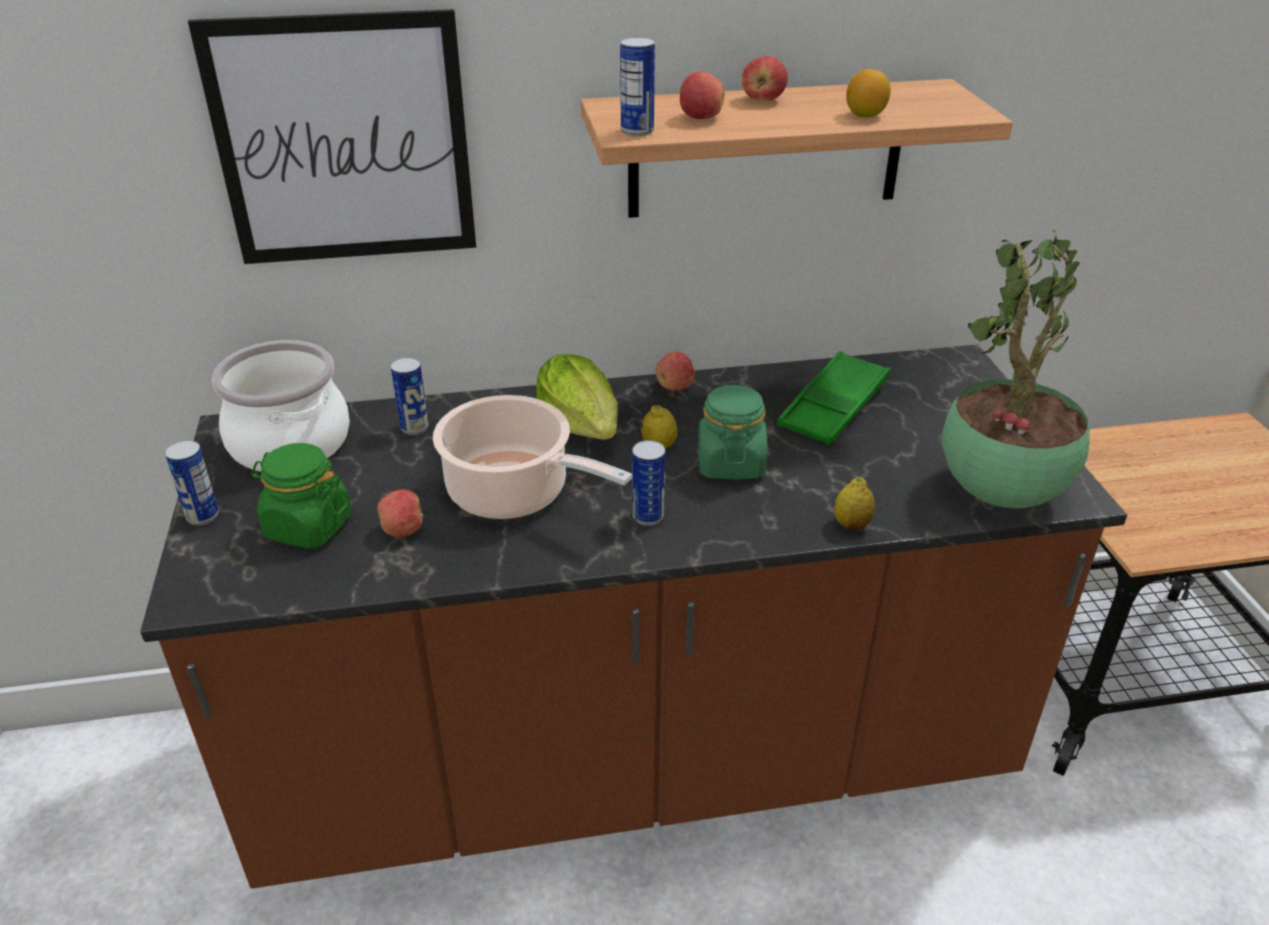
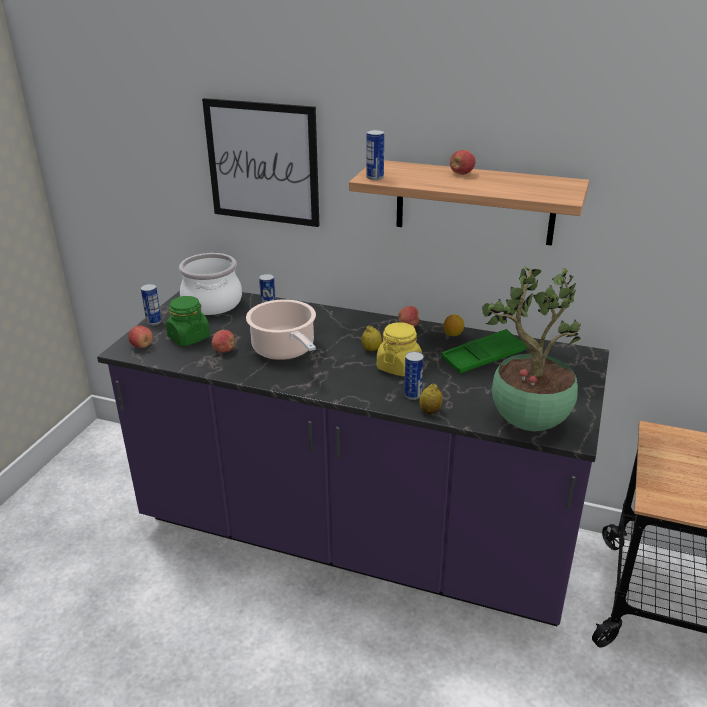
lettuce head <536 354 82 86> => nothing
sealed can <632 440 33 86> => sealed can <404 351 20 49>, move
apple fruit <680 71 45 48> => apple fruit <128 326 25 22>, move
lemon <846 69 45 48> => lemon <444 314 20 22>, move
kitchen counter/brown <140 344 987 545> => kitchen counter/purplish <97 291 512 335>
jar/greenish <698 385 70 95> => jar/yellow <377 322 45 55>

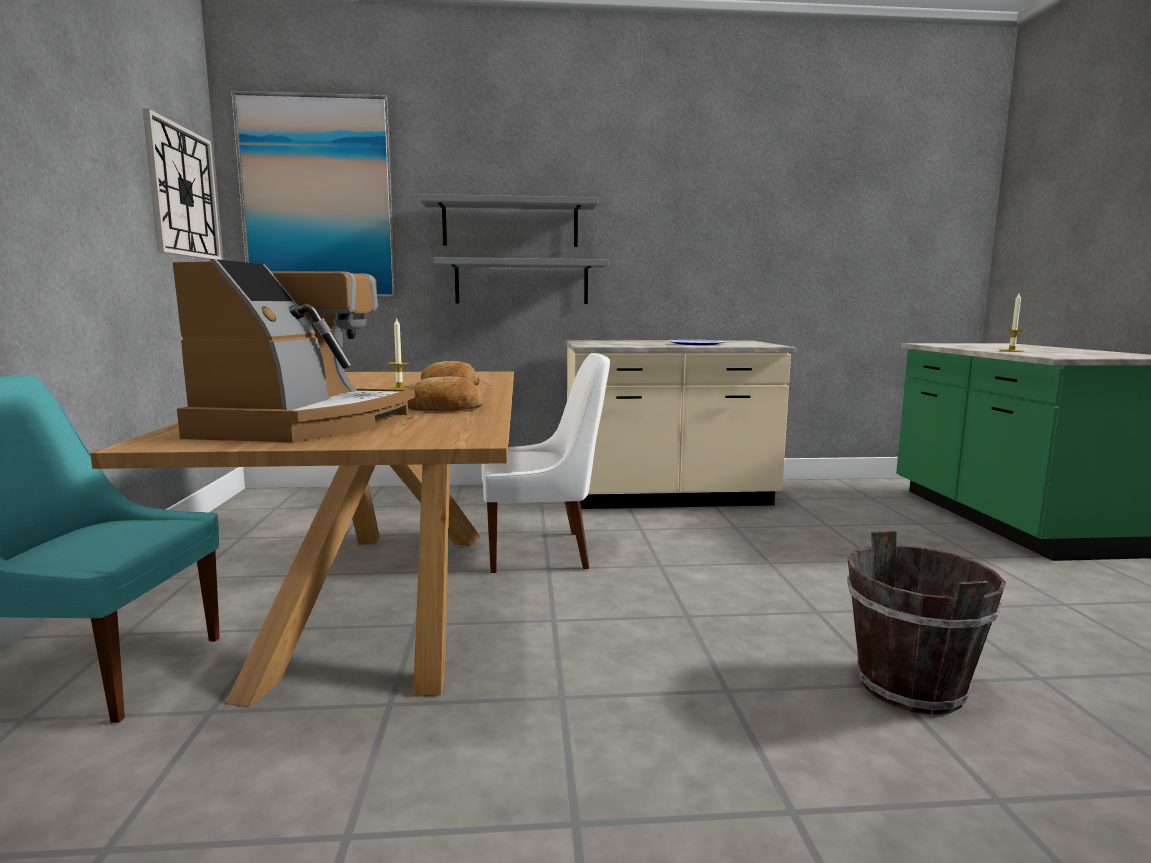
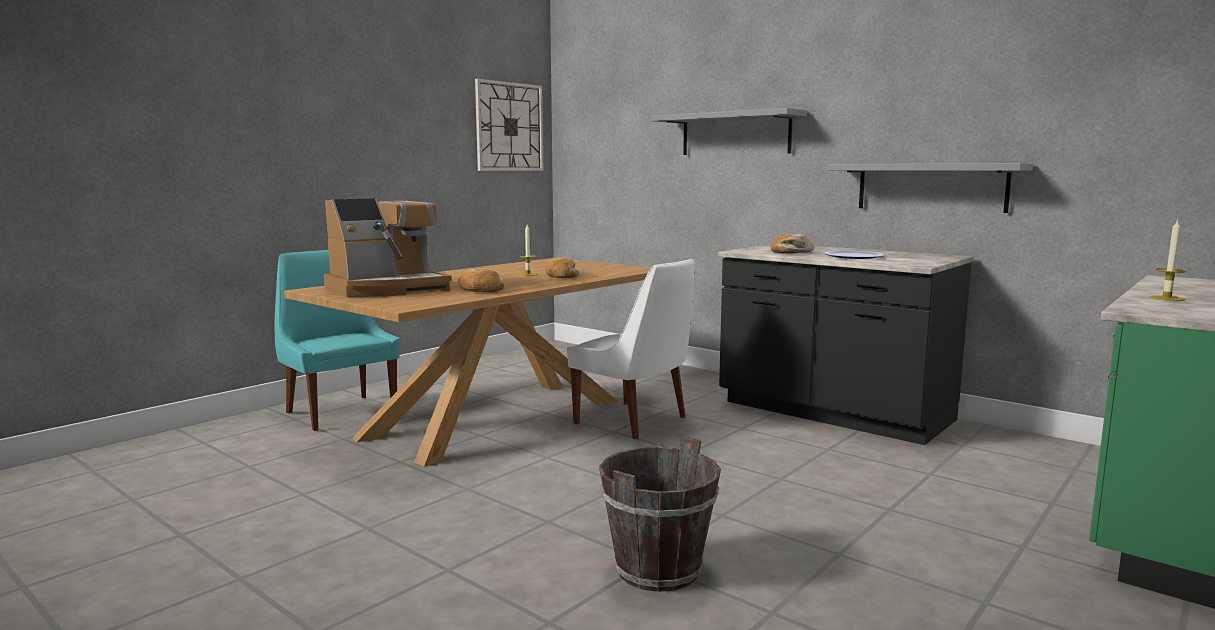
wall art <232 91 165 207> => nothing
nothing => bakery bread <770 234 45 19>
wall shelf/grey <433 257 176 47> => wall shelf/grey <828 163 205 50>, move
kitchen counter/sand-coloured <566 340 230 169> => kitchen counter/blackish <718 244 256 201>

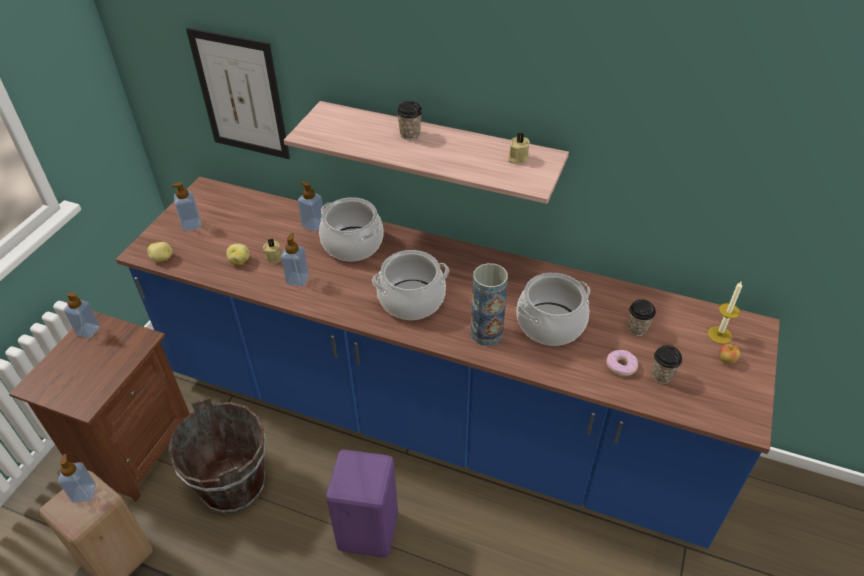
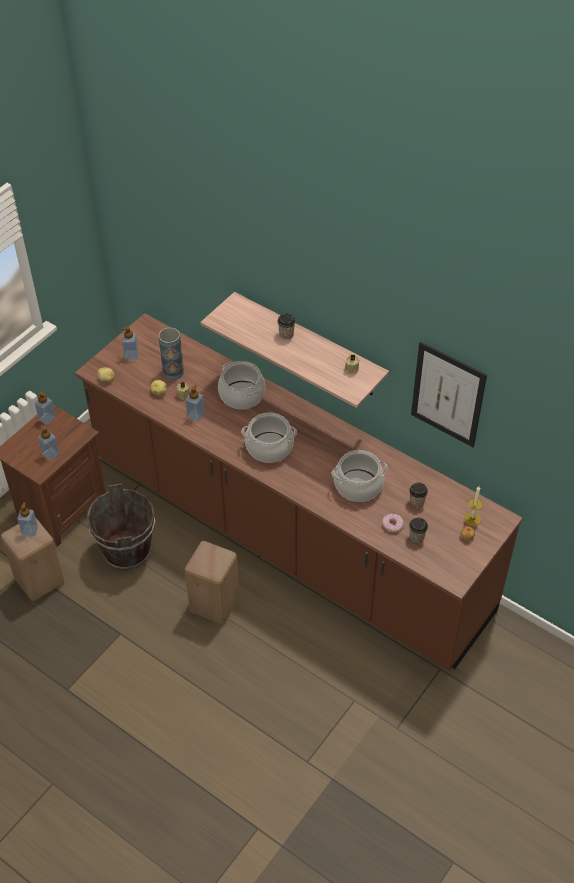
wall art <186 27 104 132> => wall art <411 342 76 105>, move
liquid soap bottle <298 181 25 51> => liquid soap bottle <38 425 21 35>, move
flower vase <471 263 37 83> => flower vase <159 328 25 52>, move
kitchen counter/blue <116 177 664 372> => kitchen counter/brown <75 313 448 358>
sitting stool/purplish <326 449 72 109> => sitting stool/sand-coloured <185 541 54 83>

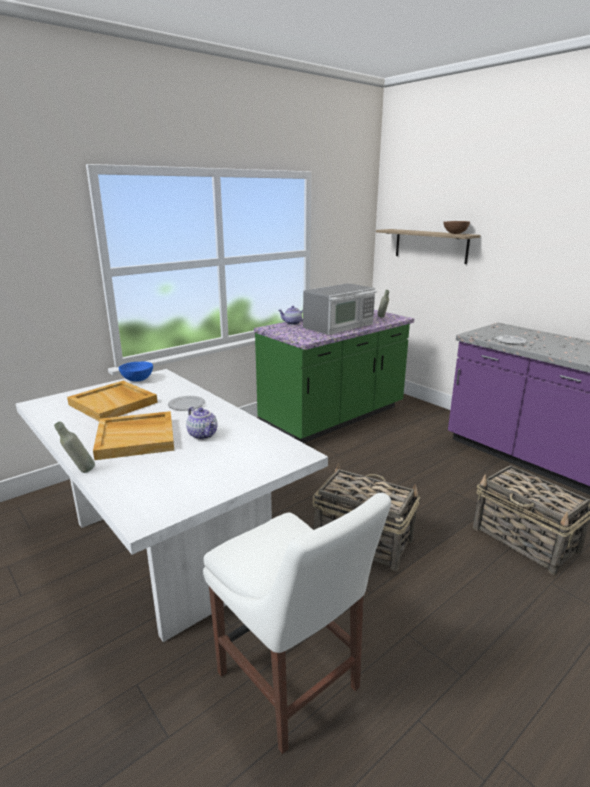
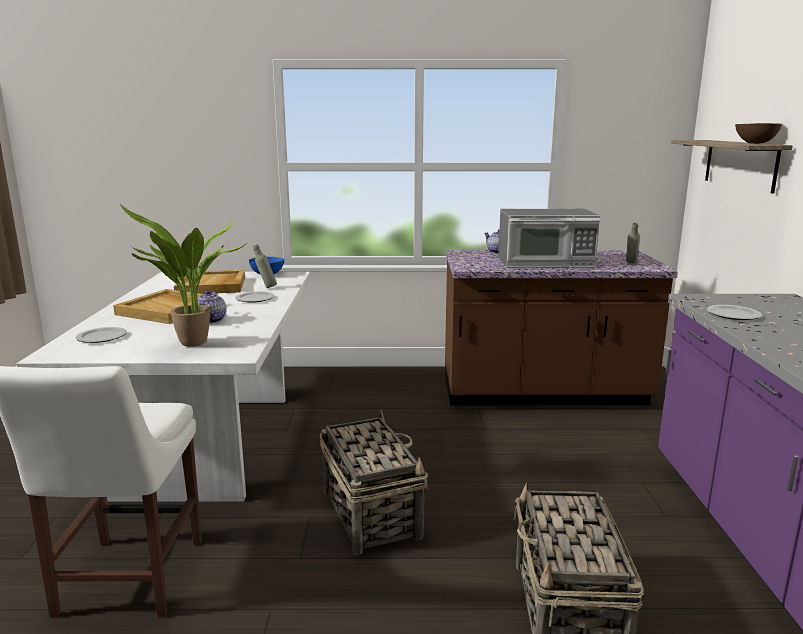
nothing => flat dish <75 327 52 16>
nothing => houseplant <120 204 128 143>
beverage bottle/grey <54 421 41 52> => beverage bottle/grey <253 244 24 44>, move
kitchen counter/greenish <254 310 160 133> => kitchen counter/brown <445 250 233 155>

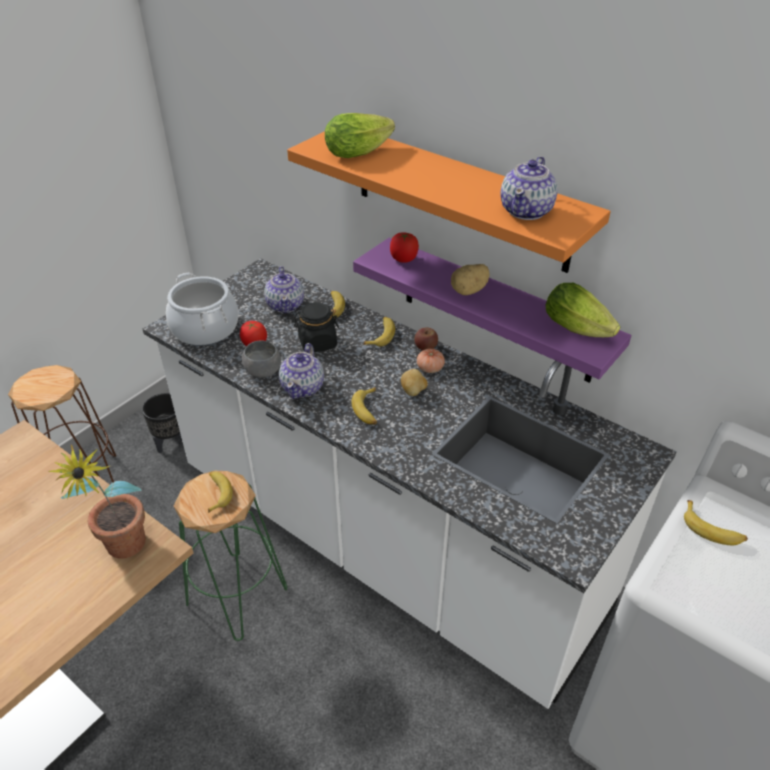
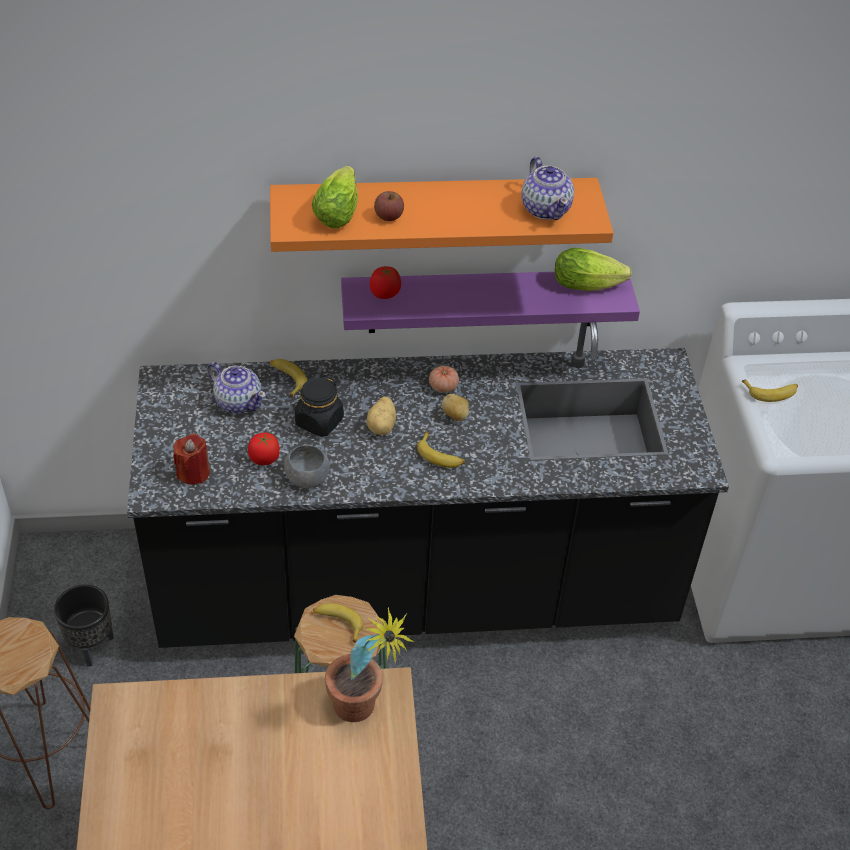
pot for tea <279 343 45 56> => nothing
whole banana <363 317 32 29> => nothing
apple fruit <414 327 24 23> => apple fruit <374 191 30 30>, move
potato <451 264 39 31> => potato <367 396 29 39>, move
saucepot <166 272 73 74> => wax candle/red-coloured <173 434 37 51>
kitchen counter/white <143 258 533 451> => kitchen counter/blackish <127 322 602 326>

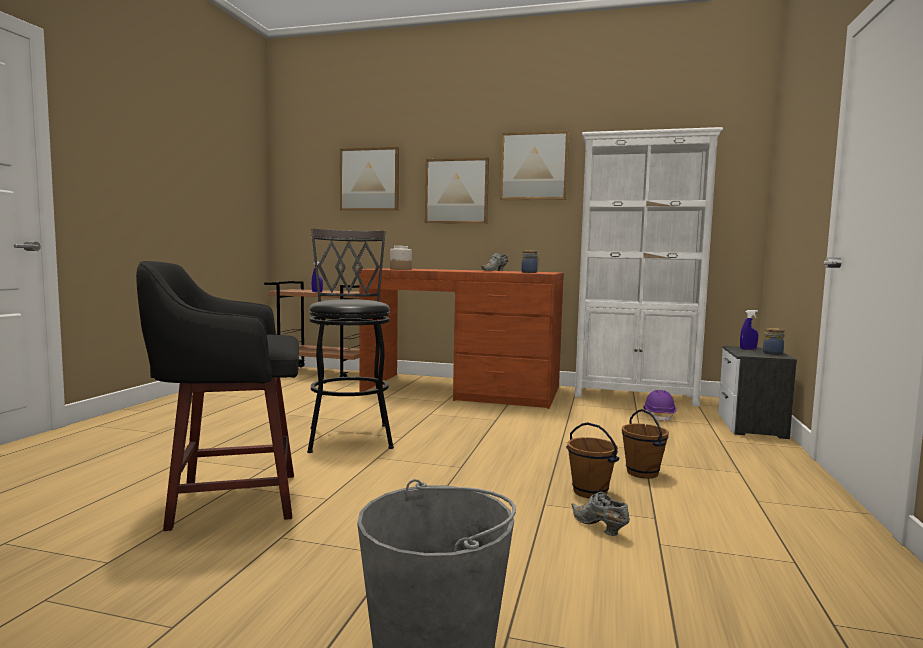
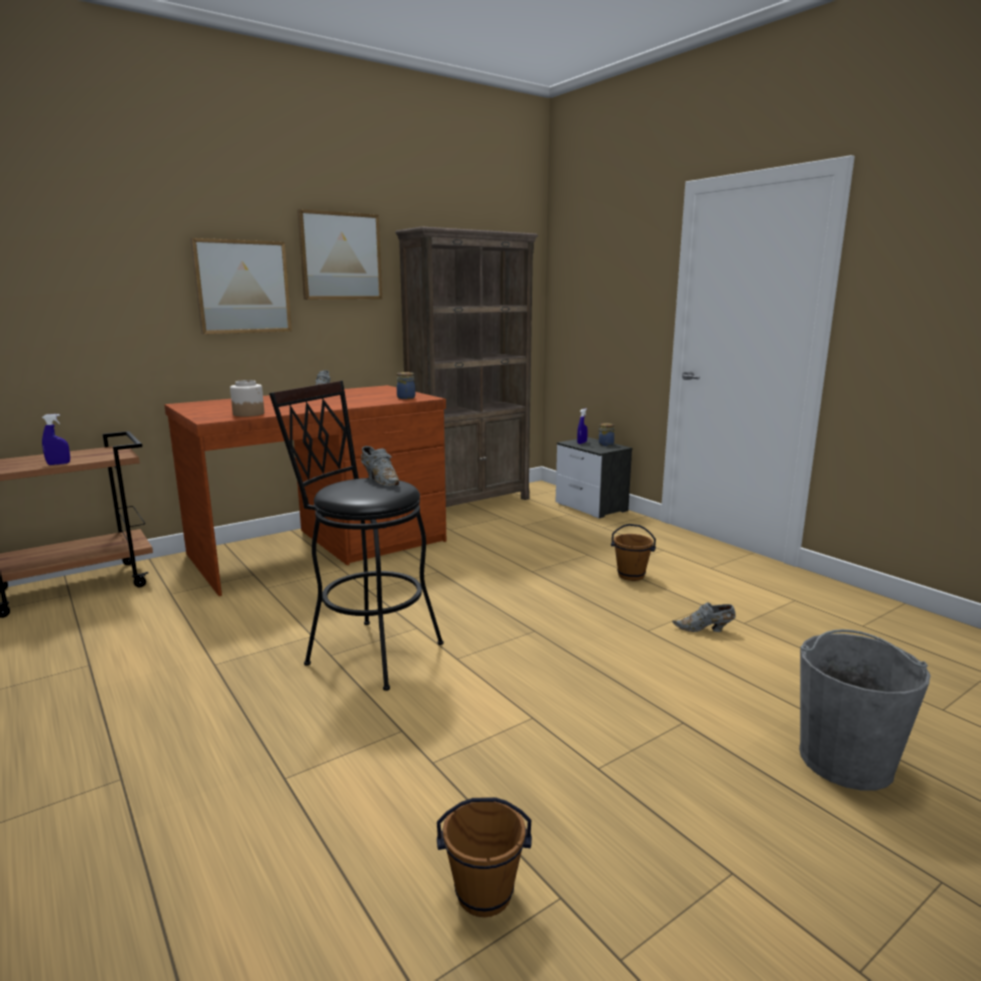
sitting stool/blackish <136 261 163 270> => nothing
wall art <340 147 59 64> => nothing
hard hat/purplish <643 390 34 32> => nothing
nothing => low shoe/grey <361 446 38 41>
water bucket/brown <566 422 53 76> => water bucket/brown <437 797 95 120>, move
shelving unit/white <575 127 148 280> => shelving unit/brown <395 226 143 281>

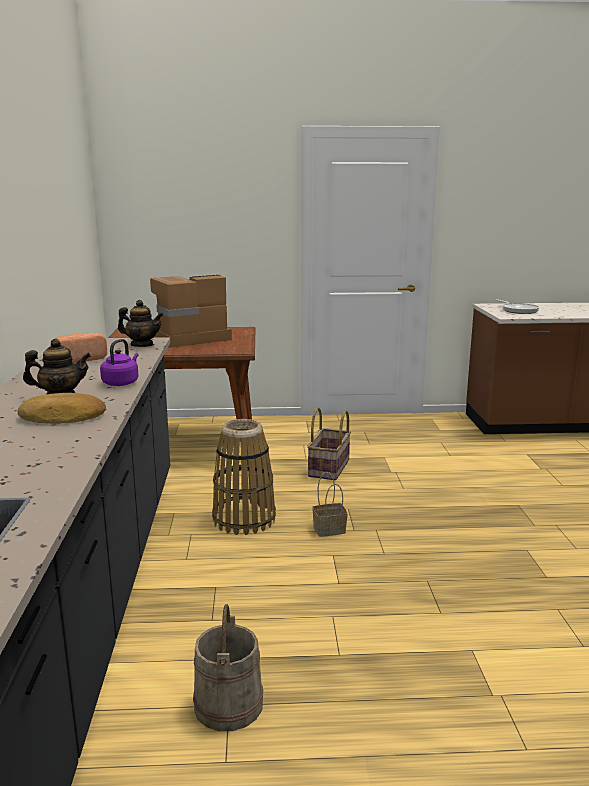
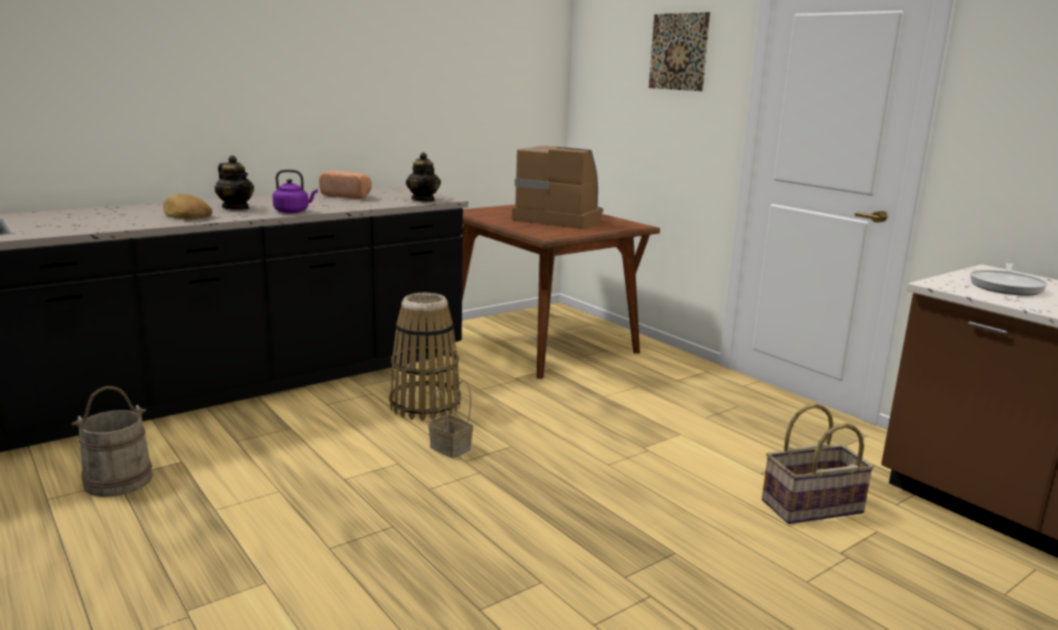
nothing => wall art <649 12 61 79>
household basket <307 407 44 73> => household basket <762 403 112 121>, move

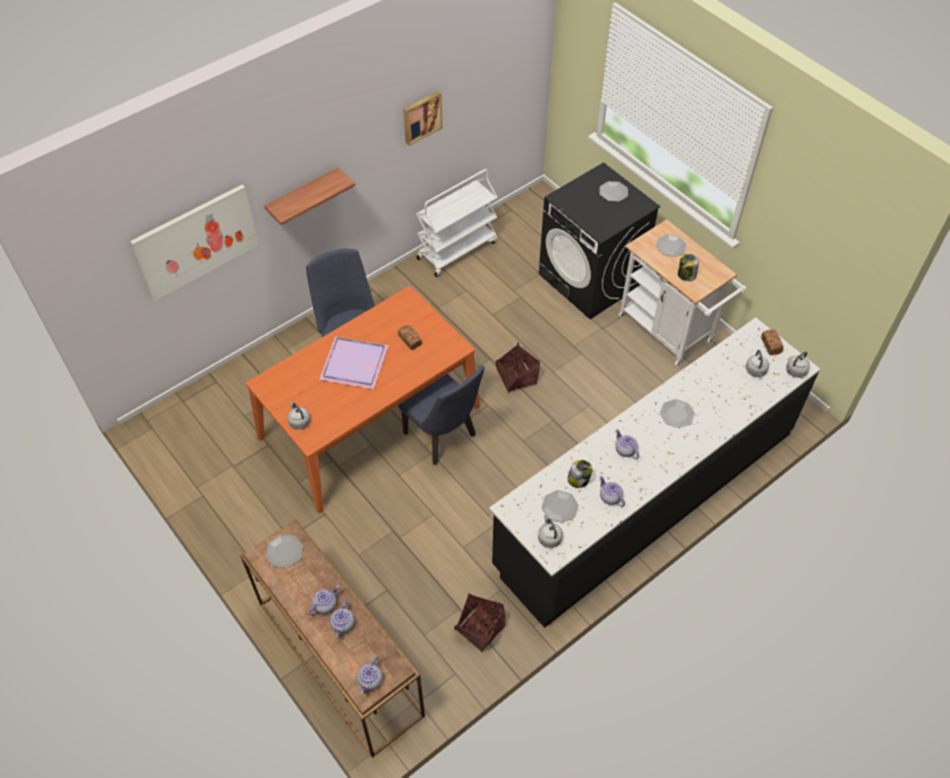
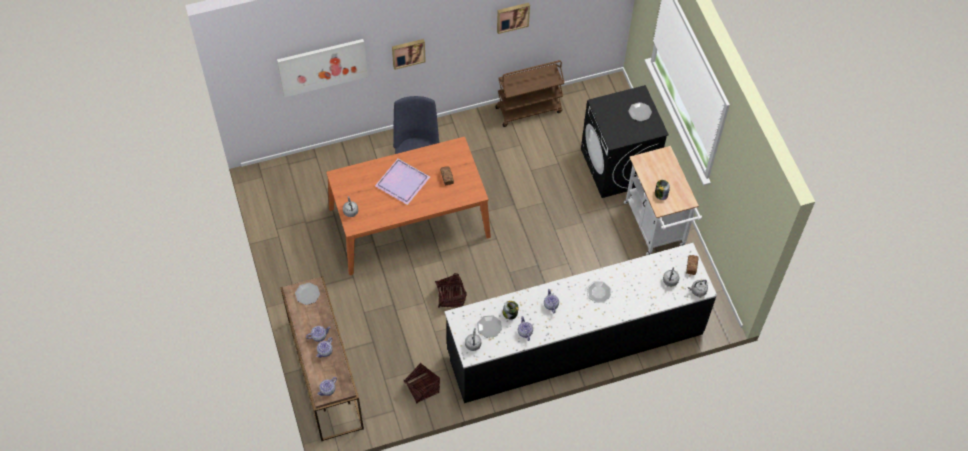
chair/blue <398 365 86 100> => nothing
flat dish <656 234 31 23> => nothing
household basket <495 342 45 51> => household basket <435 273 32 35>, move
wall shelf <264 167 91 58> => wall art <392 39 34 31>
cart/white <416 169 82 108> => cart/brown <495 60 69 67>

